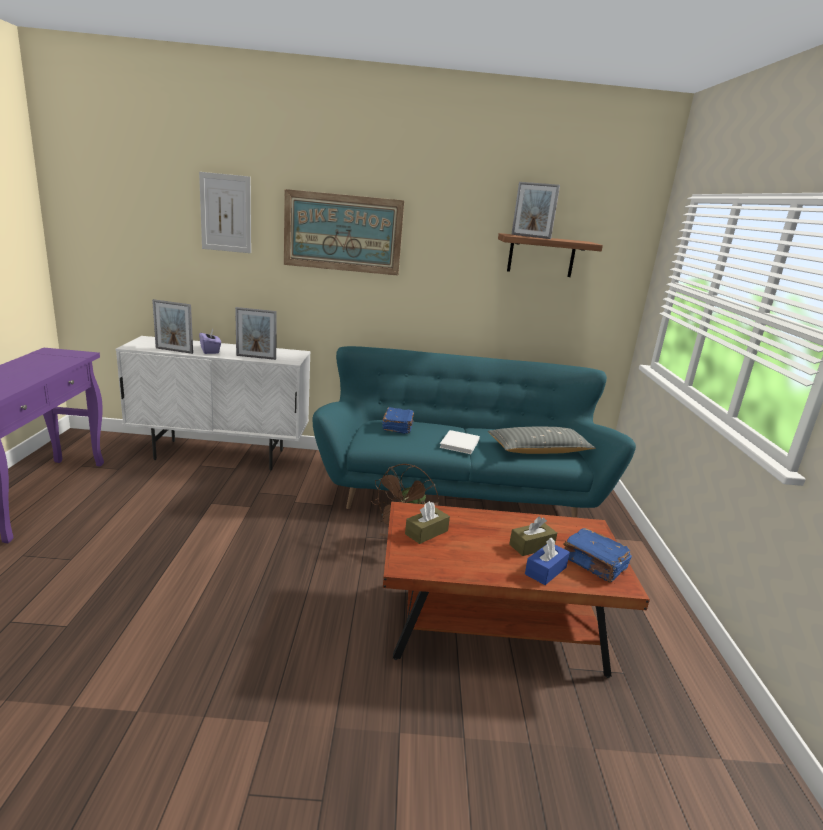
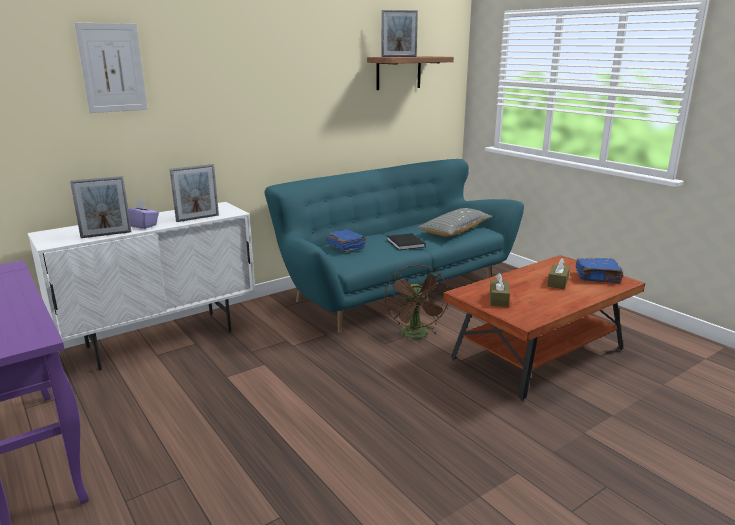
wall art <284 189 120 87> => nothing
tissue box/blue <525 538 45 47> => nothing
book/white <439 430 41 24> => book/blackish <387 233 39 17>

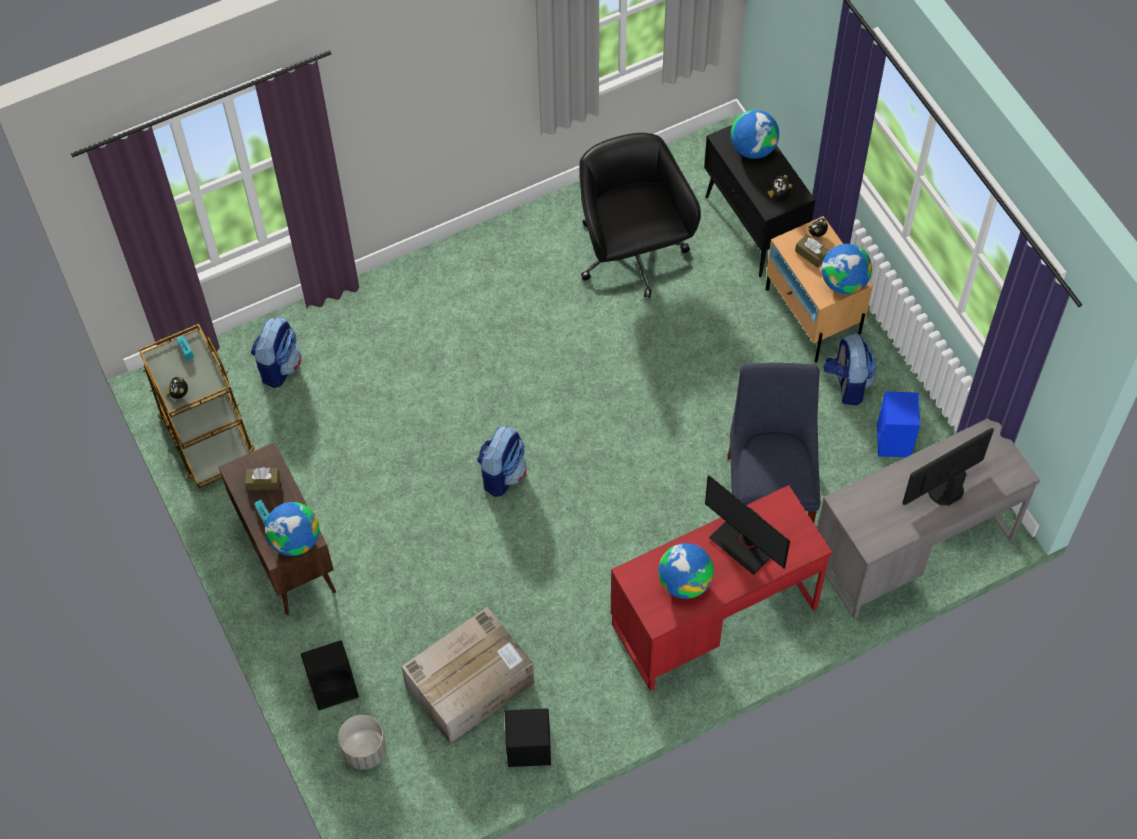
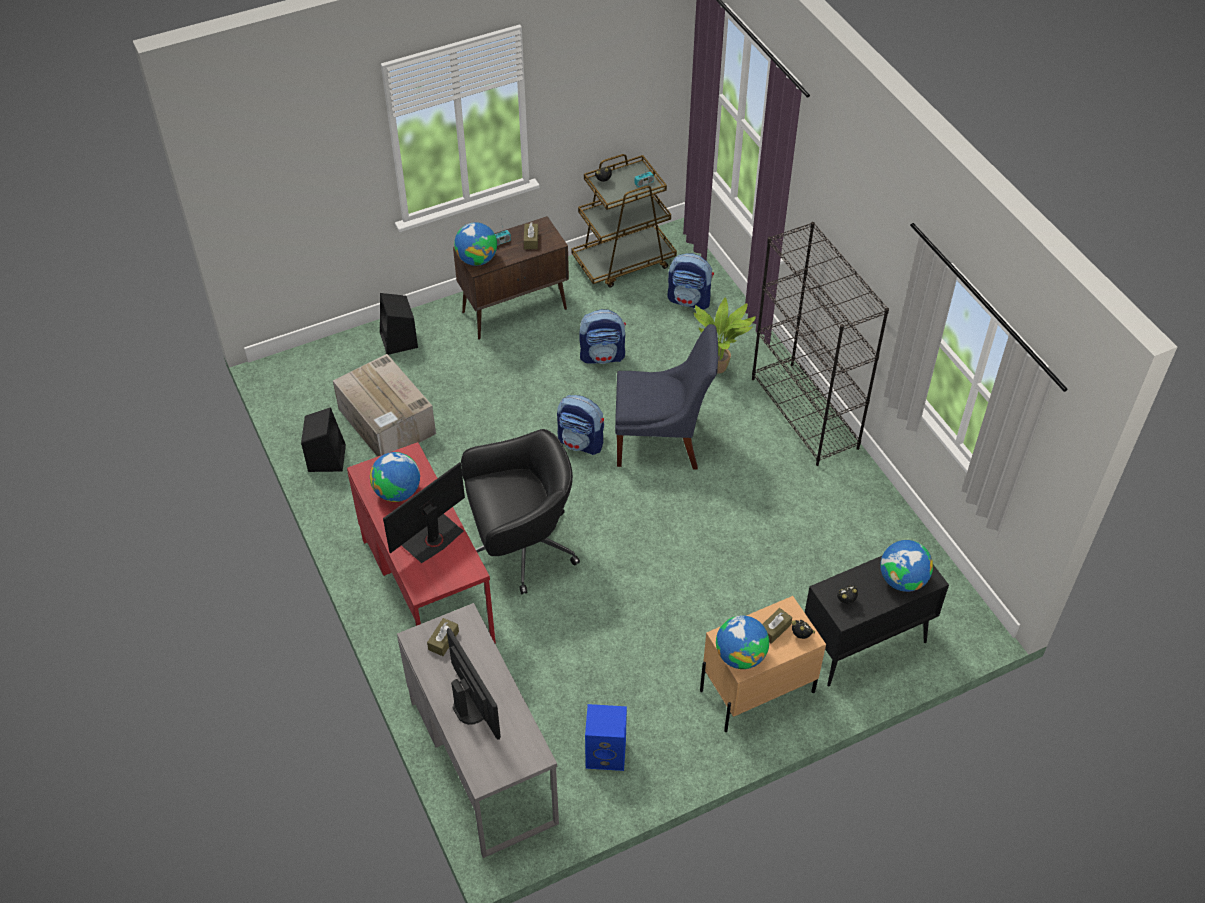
plant pot/grey <338 715 48 55> => nothing
nothing => tissue box/brown <427 618 32 38>
nothing => houseplant <694 297 62 77>
nothing => shelving unit/blackish <752 222 137 244>
desk chair/blackish <579 133 122 165> => desk chair/blackish <461 429 119 165>, move
chair/blue <728 363 93 160> => chair/blue <615 324 103 145>, move
rucksack <824 333 52 72> => rucksack <579 309 47 55>, move

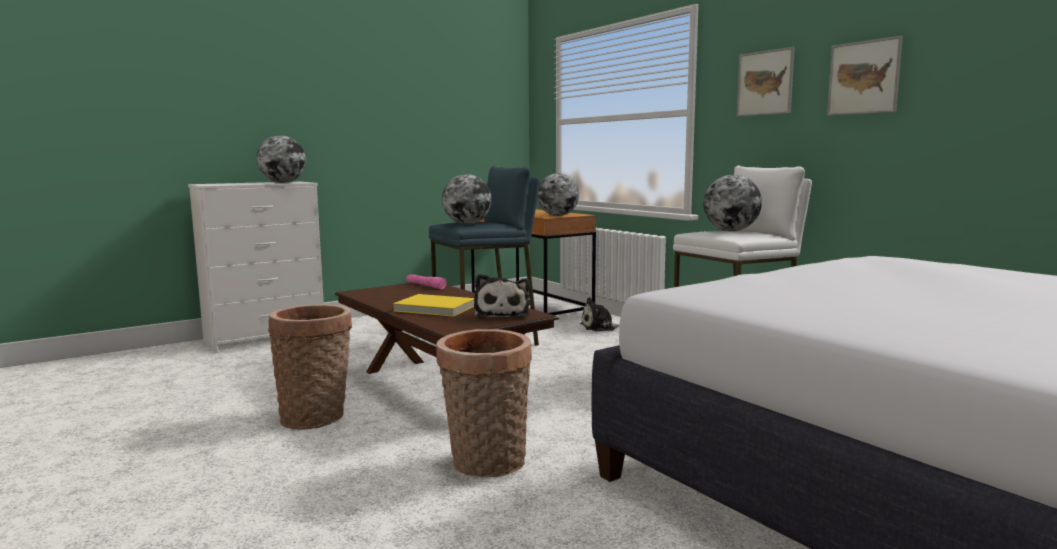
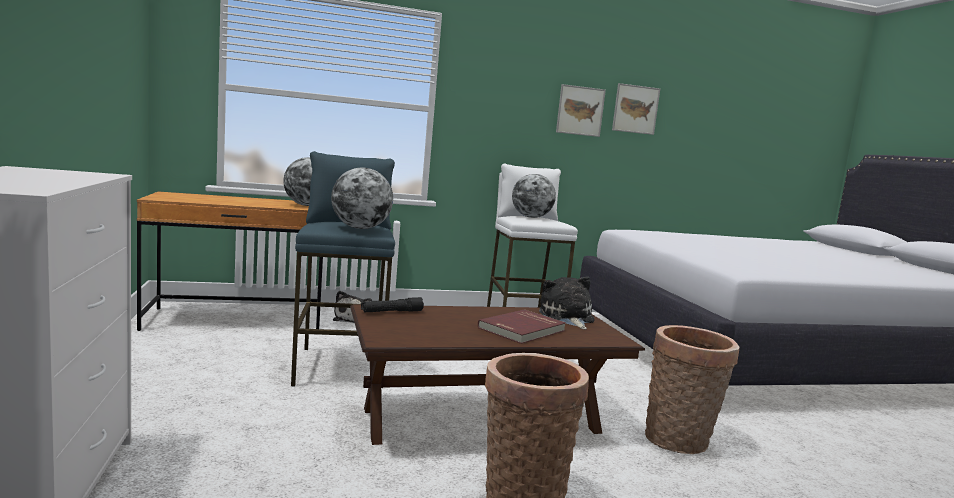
globe <257 135 49 48> => nothing
wall art <737 47 58 70> => wall art <612 83 48 52>, move
book/yellow <393 294 81 23> => book/red-coloured <478 309 88 35>
torch/pink <406 274 41 15> => torch/blackish <361 297 63 15>
plush toy <474 274 56 45> => plush toy <539 276 56 54>, 120 degrees counterclockwise

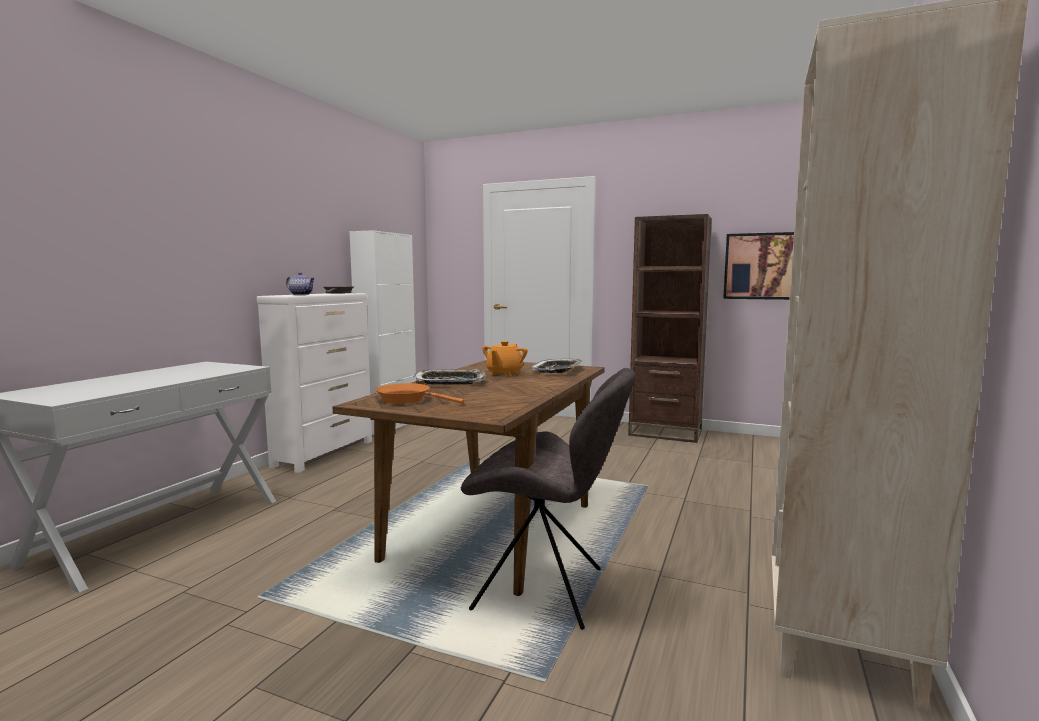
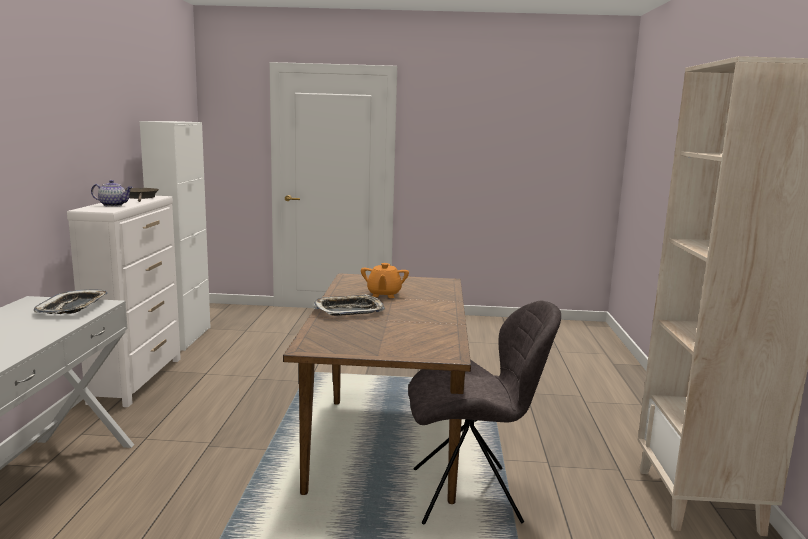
pan/orange-coloured <375 383 89 21> => nothing
shelving unit/brown <628 214 84 229> => nothing
wall art <723 232 71 68> => nothing
serving tray <530 359 52 14> => serving tray <34 289 74 25>, move

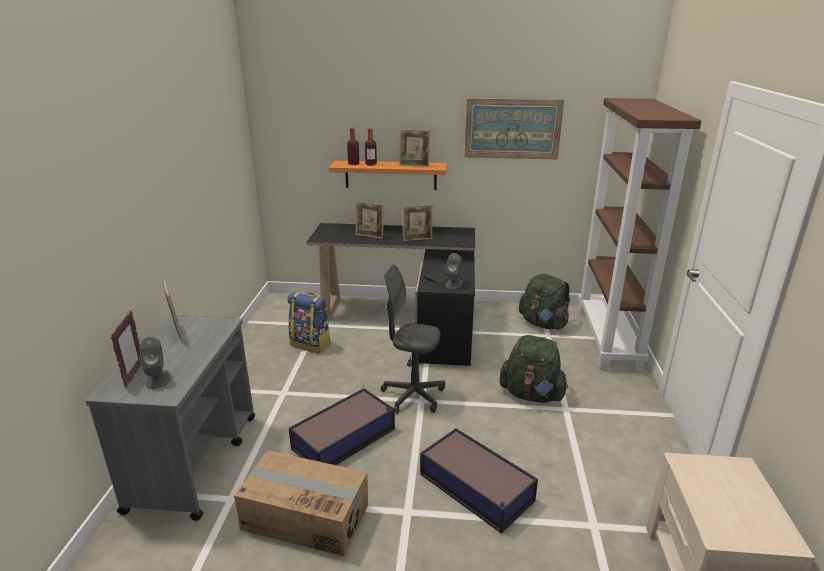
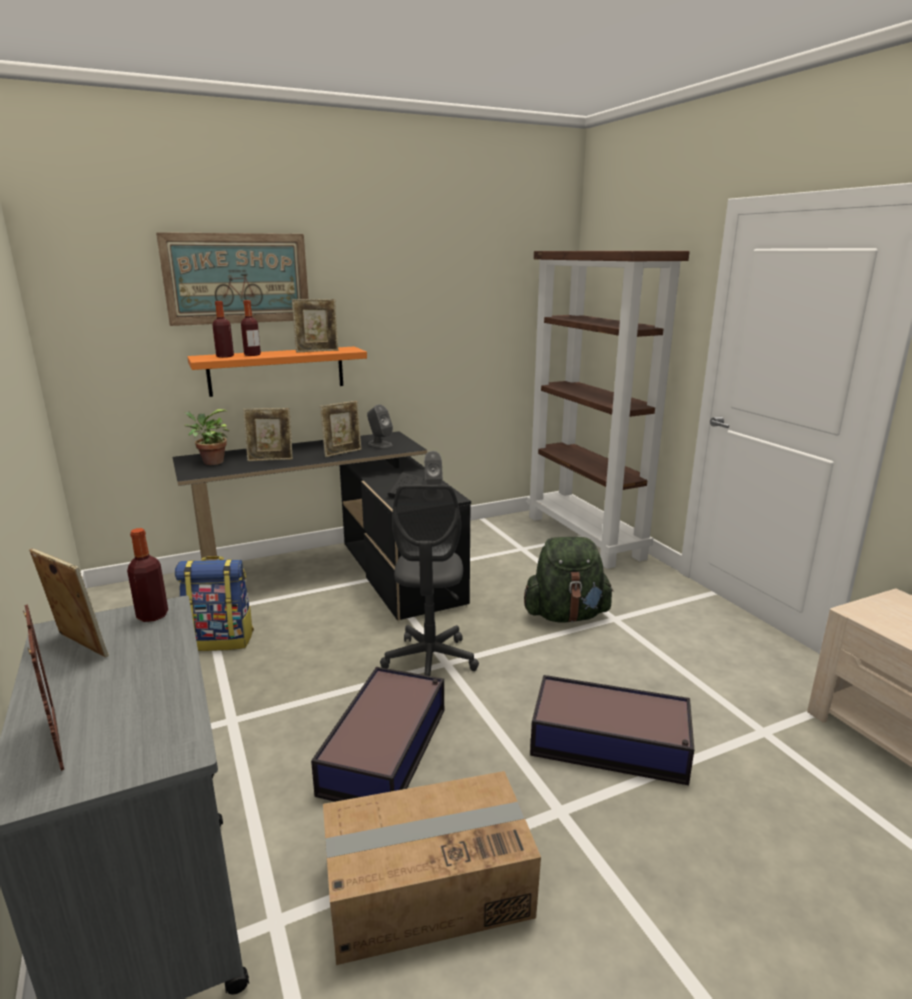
rucksack/greenish <519 274 52 56> => nothing
nothing => beverage bottle <127 528 41 94>
nothing => houseplant <184 409 45 56>
loudspeaker/grey <139 337 31 52> => loudspeaker/grey <367 404 26 44>, move
wall art <465 98 99 61> => wall art <156 232 153 94>, move
desk chair/grey <380 264 65 150> => desk chair/grey <380 485 99 191>, 75 degrees counterclockwise

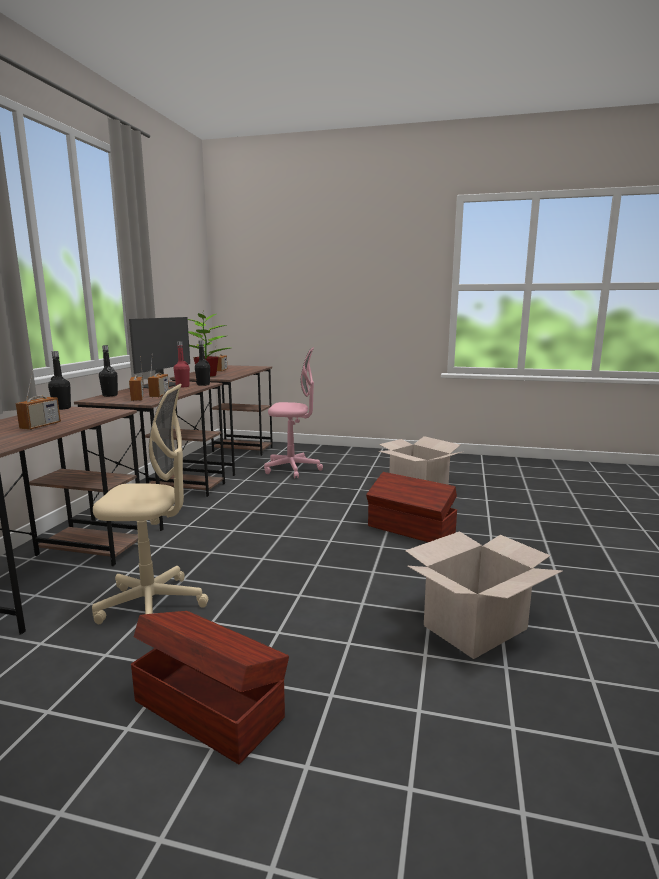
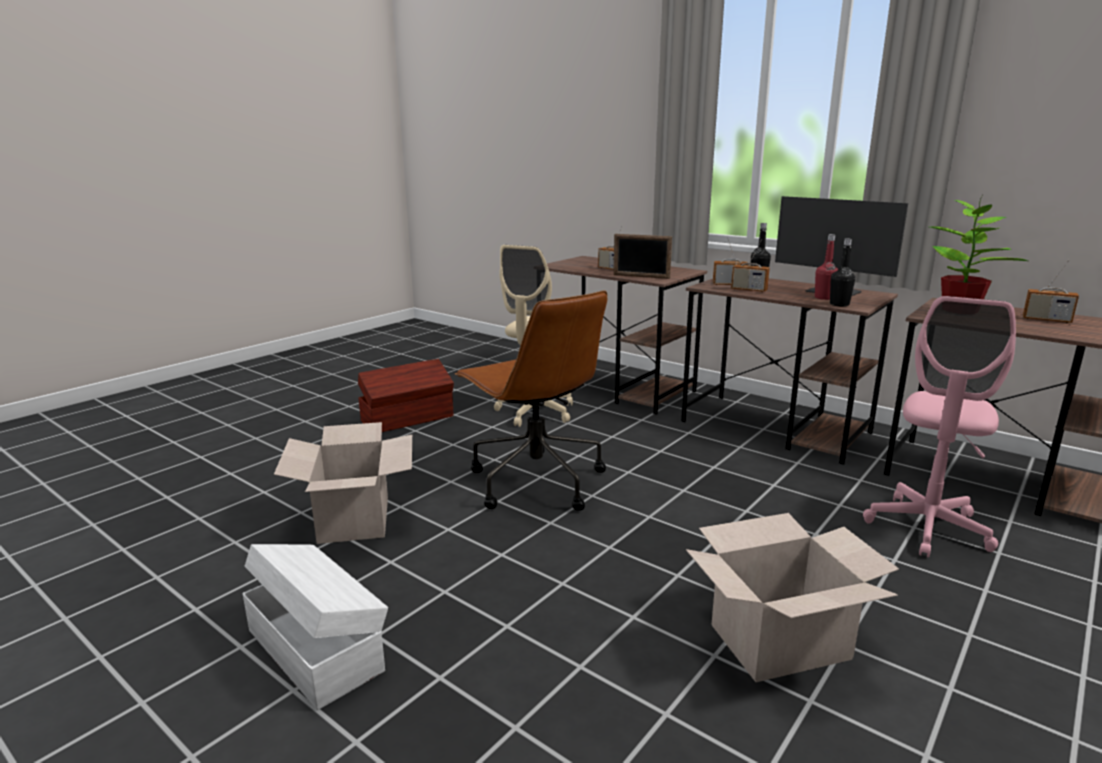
beverage bottle/blackish <48 351 23 59> => nothing
storage container/brown <366 472 91 70> => nothing
nothing => storage container/white <242 544 146 166>
nothing => desk chair/brown <455 291 152 220>
nothing => picture frame <613 234 59 45>

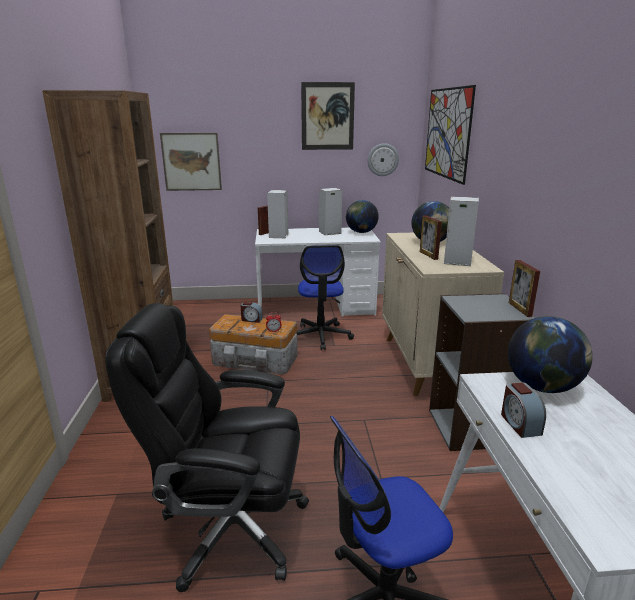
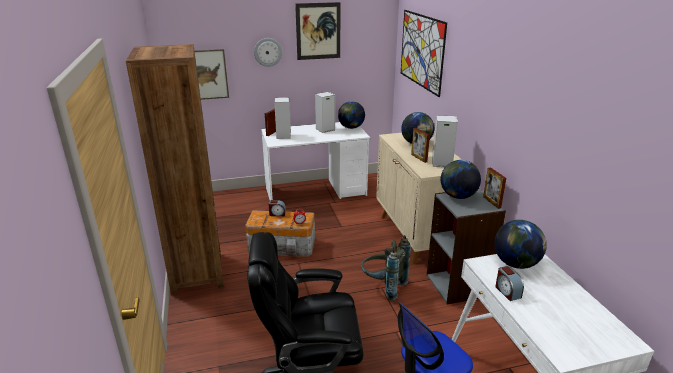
desk chair <296 245 58 105> => nothing
nothing => rucksack/grey <361 235 50 66>
nothing => globe <441 160 40 39>
hanging clock <368 143 31 33> => hanging clock <254 38 29 29>, move

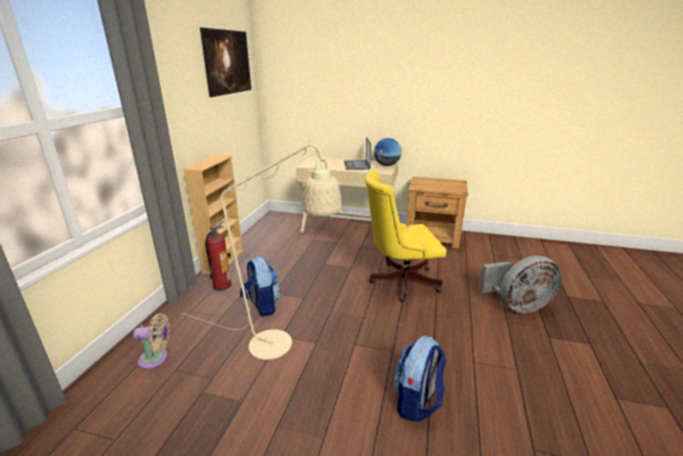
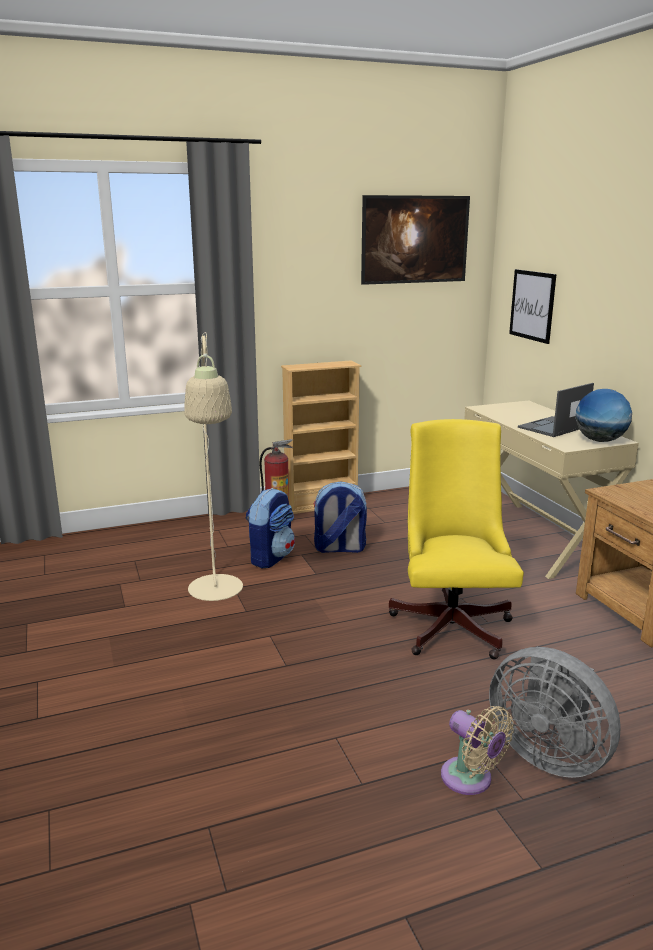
nothing => wall art <509 269 48 75>
fan/sand-coloured <133 313 37 56> => fan/sand-coloured <441 706 73 89>, move
rucksack <394 336 52 86> => rucksack <313 481 54 72>, move
desk chair/yellow <365 170 81 132> => desk chair/yellow <389 419 135 241>, 45 degrees clockwise

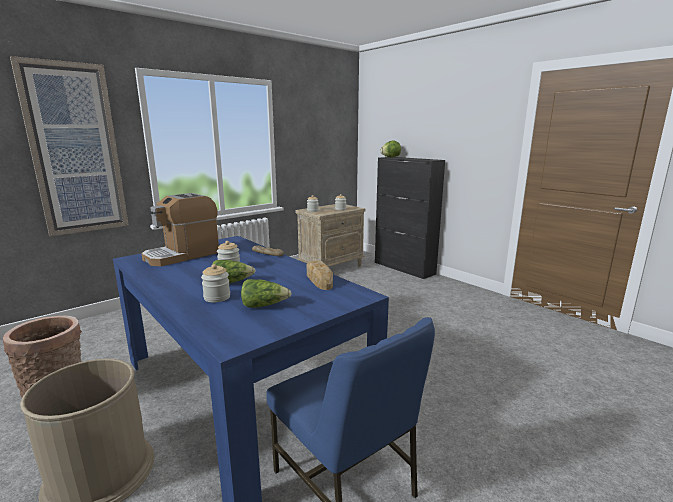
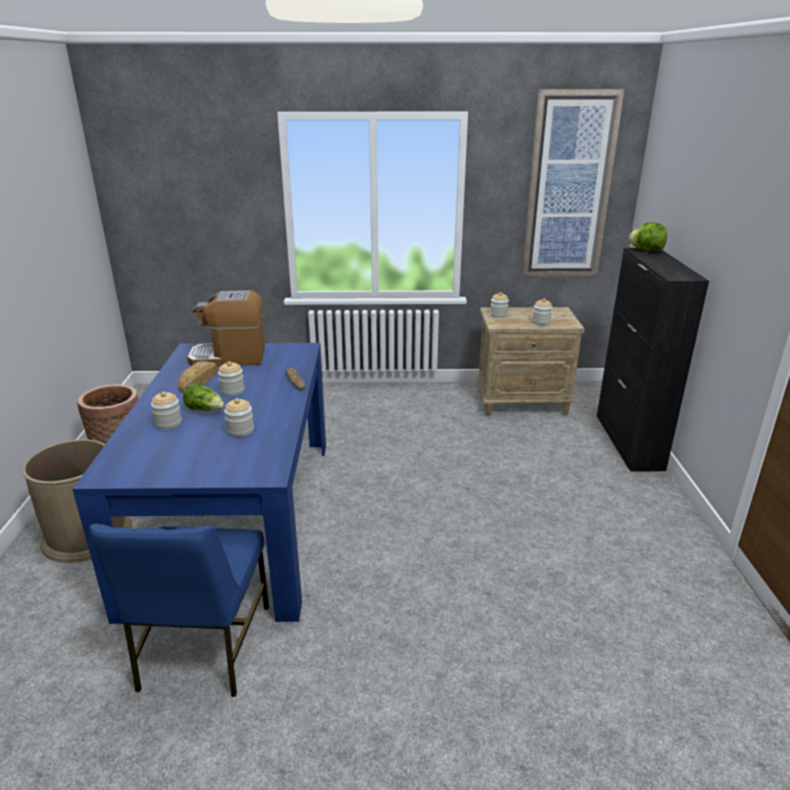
lettuce head <241 279 51 29> => nothing
nothing => jar <224 398 30 39>
wall art <10 56 119 181> => wall art <522 89 102 188>, move
bakery bread <307 261 26 29> => bakery bread <178 361 40 32>, move

